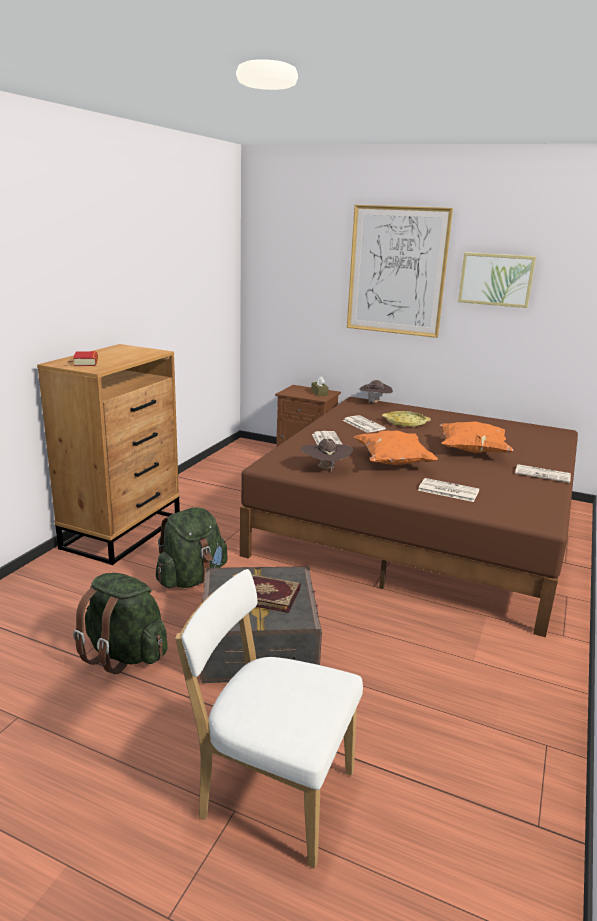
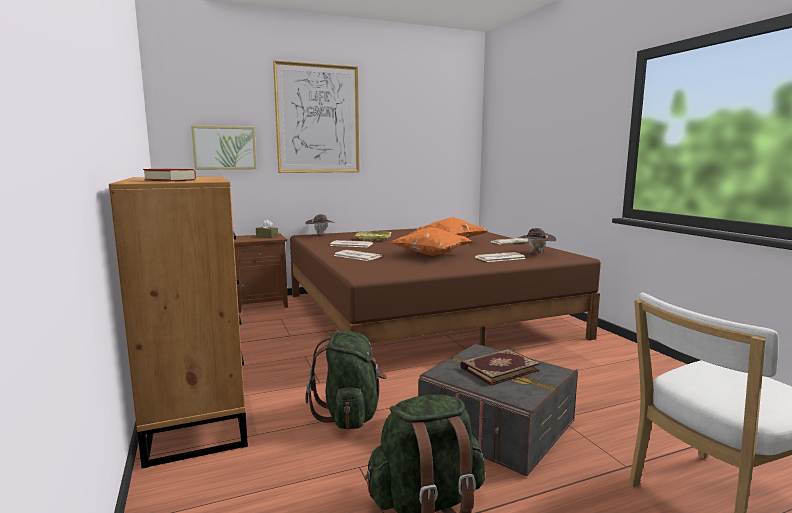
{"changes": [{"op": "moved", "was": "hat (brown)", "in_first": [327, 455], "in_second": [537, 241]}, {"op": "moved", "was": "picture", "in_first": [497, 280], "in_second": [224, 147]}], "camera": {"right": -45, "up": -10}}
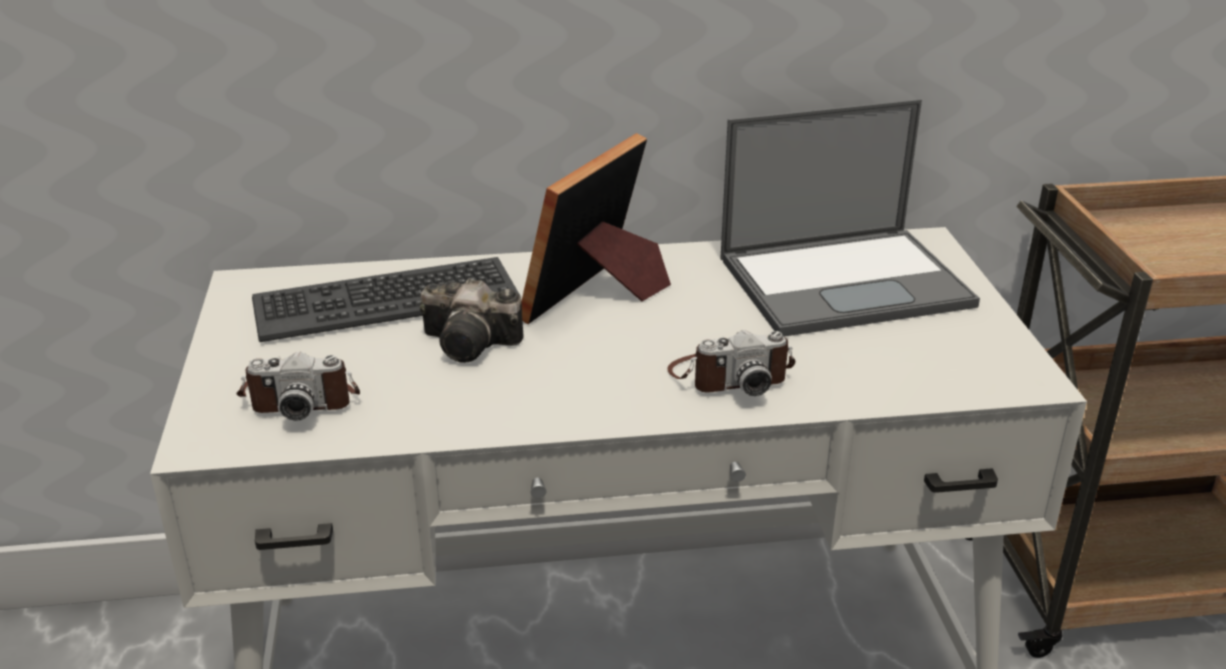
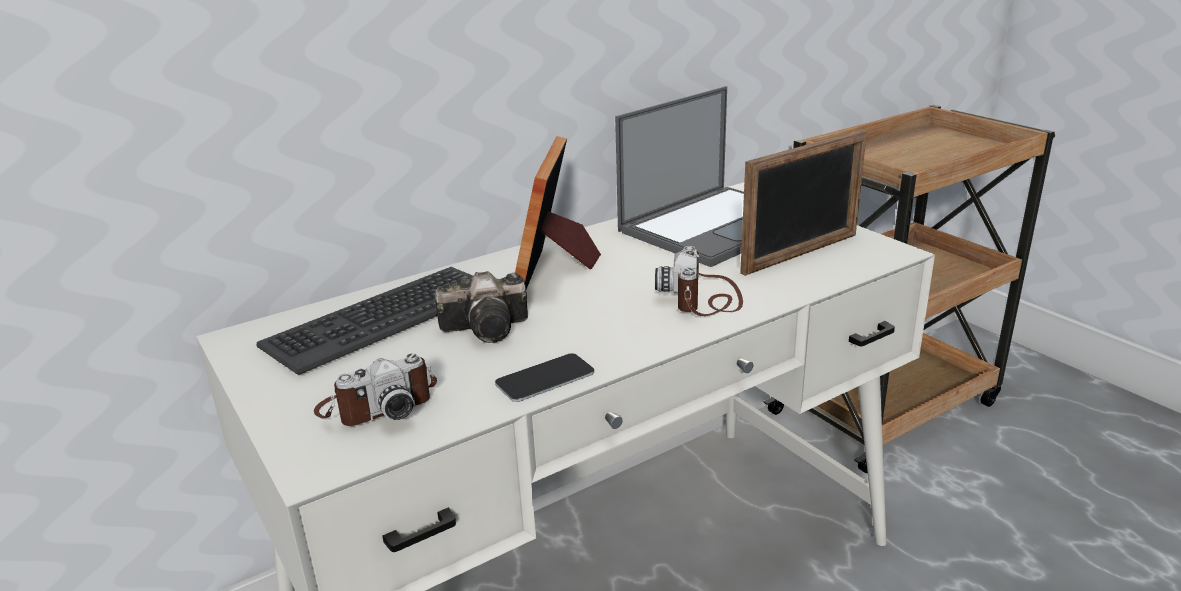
{"changes": [{"op": "added", "now": "phone", "in_second": [544, 377]}, {"op": "added", "now": "picture frame", "in_second": [803, 203]}, {"op": "turned", "was": "photo camera", "in_first": [731, 363], "in_second": [699, 281], "clockwise": 135}], "camera": {"right": -25, "up": -5}}
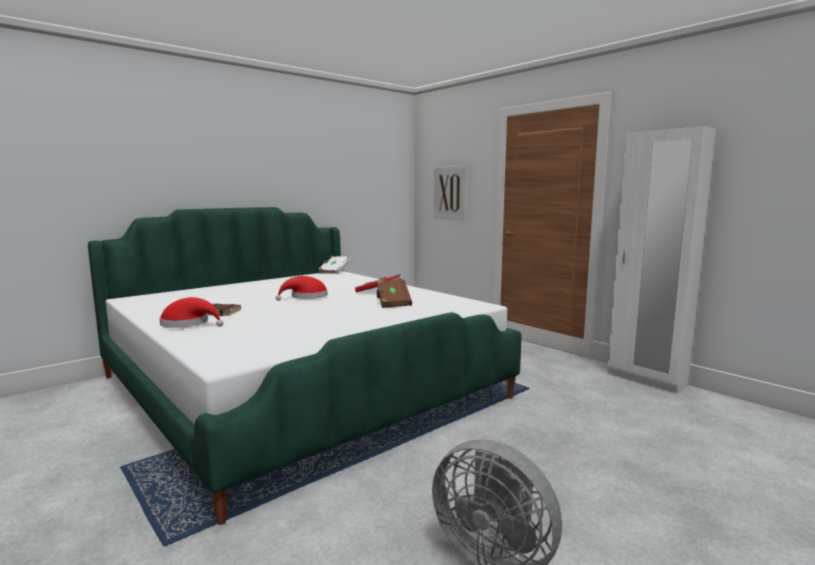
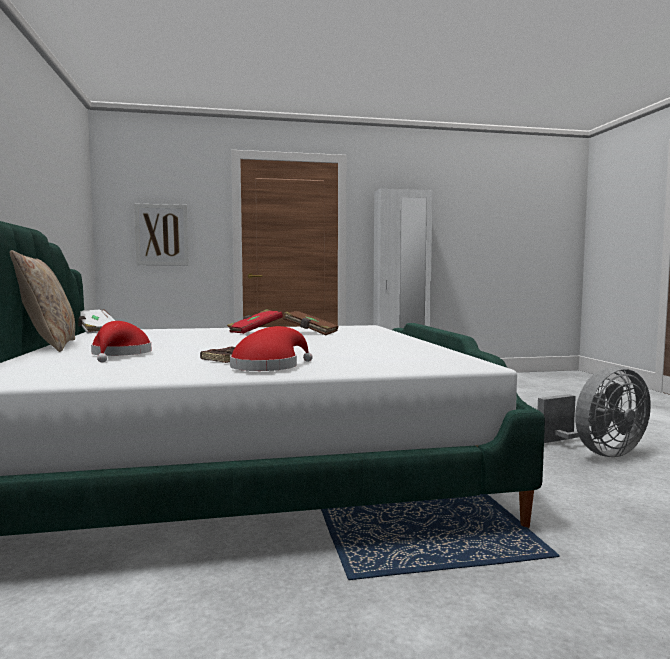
{"changes": [{"op": "added", "now": "pillow (beige)", "in_second": [42, 301]}, {"op": "moved", "was": "hat (red)", "in_first": [302, 288], "in_second": [121, 342]}], "camera": {"right": -60, "up": -5}}
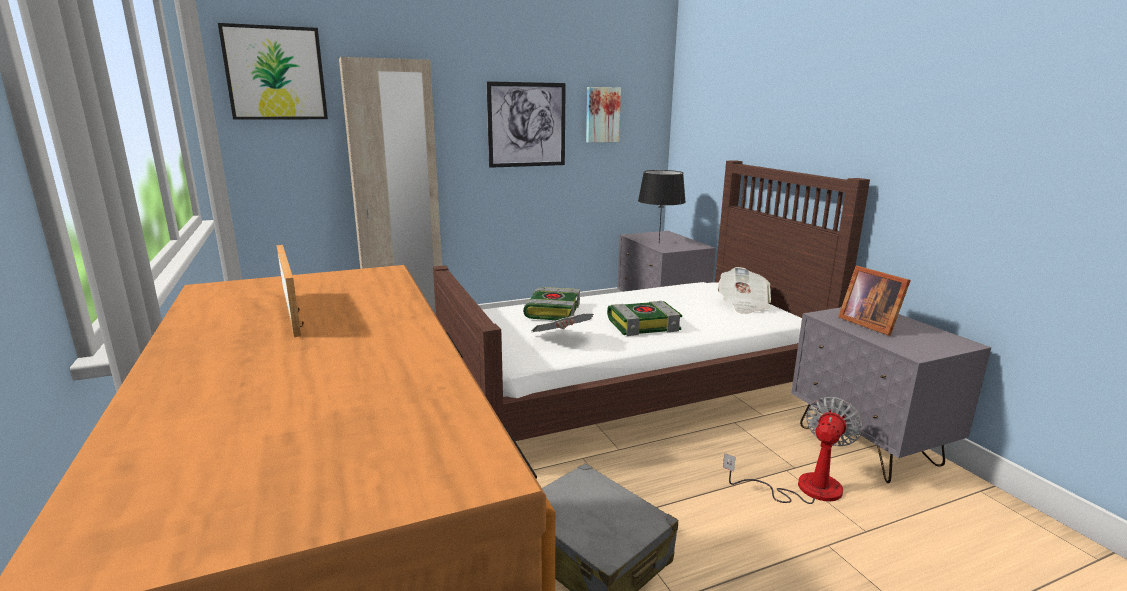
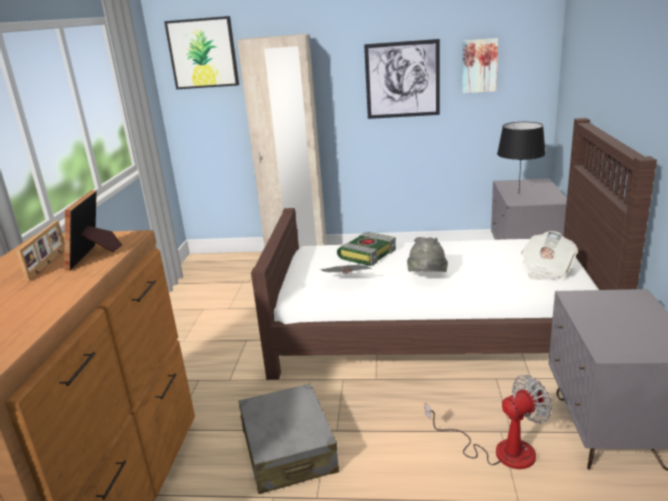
{"changes": [{"op": "moved", "was": "picture frame", "in_first": [874, 300], "in_second": [93, 230]}, {"op": "replaced", "was": "book", "now": "hat (grey)", "in_first": [644, 318], "in_second": [427, 254]}], "camera": {"right": 30, "up": 5}}
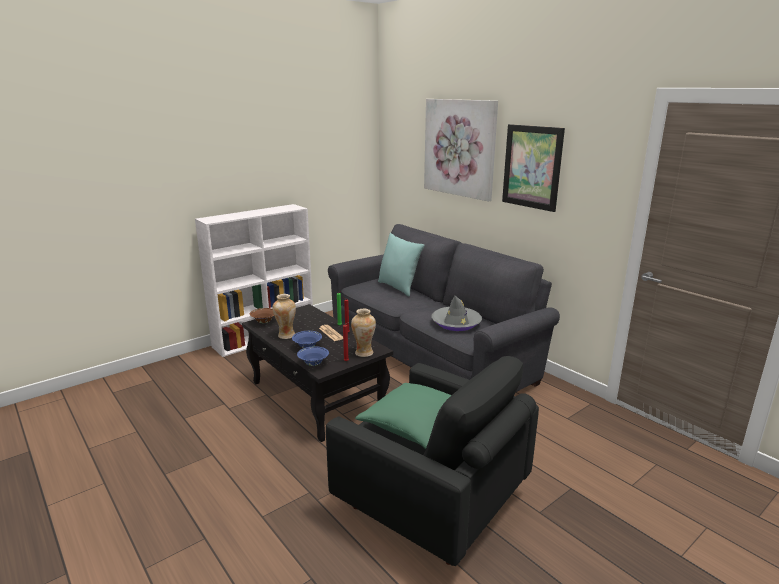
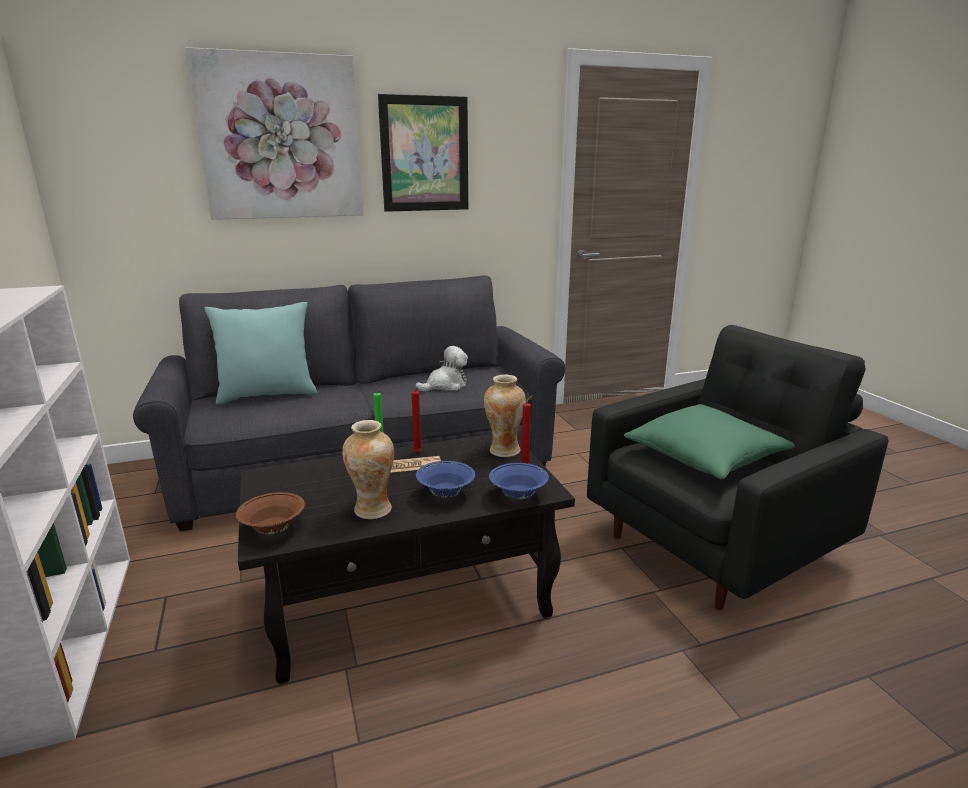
{"changes": [{"op": "replaced", "was": "hat (grey)", "now": "plush toy", "in_first": [456, 313], "in_second": [441, 368]}], "camera": {"right": -70, "up": 0}}
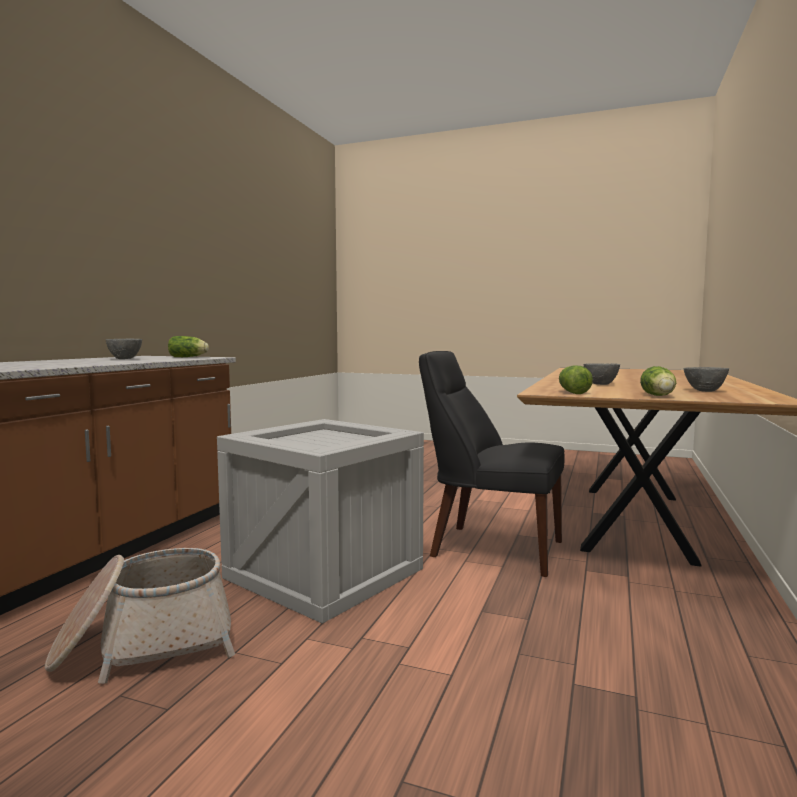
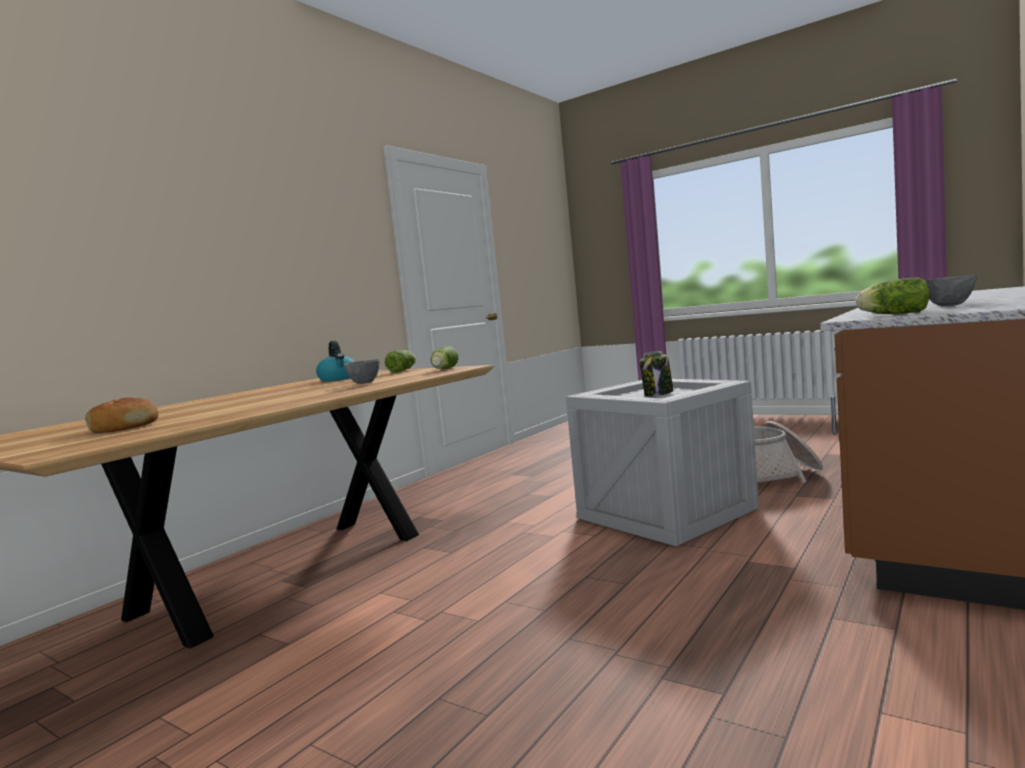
{"changes": [{"op": "removed", "was": "chair (black)", "in_first": [491, 464]}, {"op": "added", "now": "bread", "in_second": [121, 415]}, {"op": "added", "now": "jar", "in_second": [656, 374]}, {"op": "replaced", "was": "bowl (grey)", "now": "kettle", "in_first": [706, 379], "in_second": [335, 361]}], "camera": {"right": -165, "up": 0}}
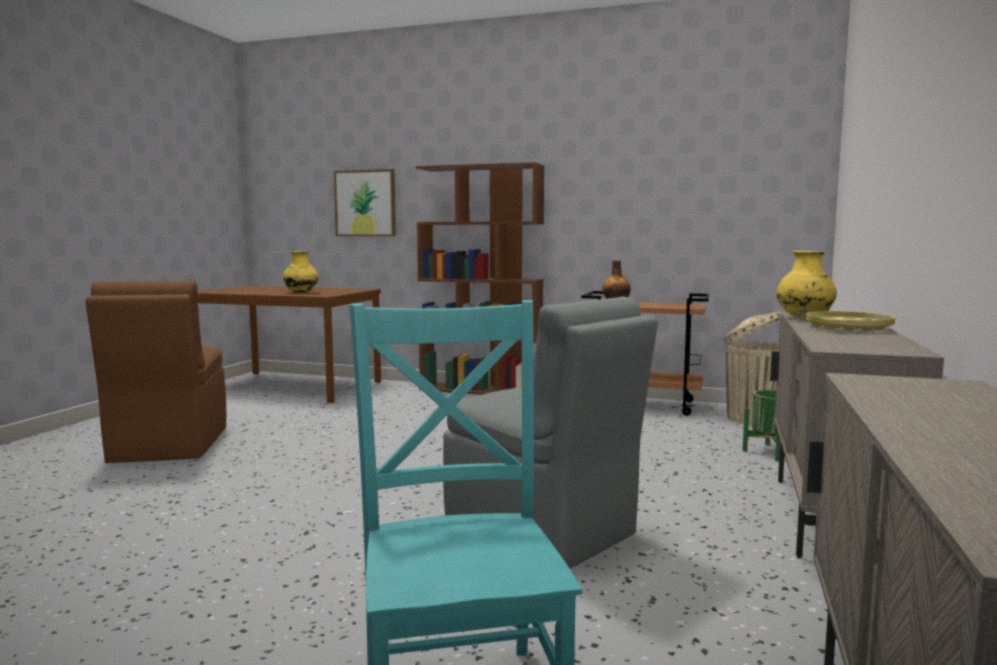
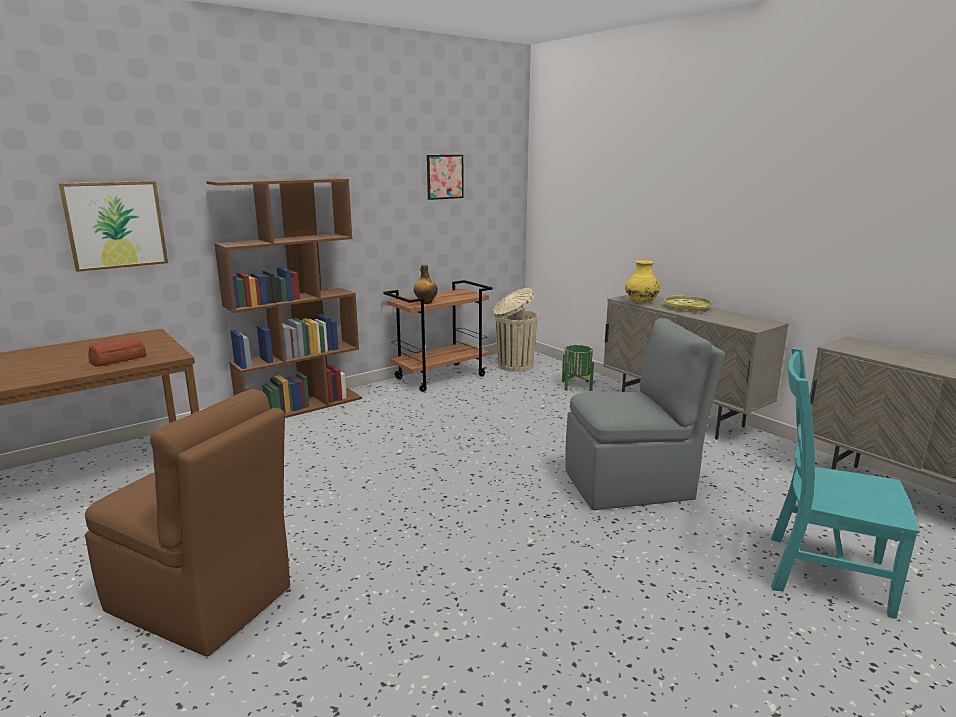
{"changes": [{"op": "added", "now": "picture", "in_second": [445, 177]}, {"op": "replaced", "was": "vase (yellow)", "now": "bread", "in_first": [300, 272], "in_second": [117, 352]}], "camera": {"right": -55, "up": 10}}
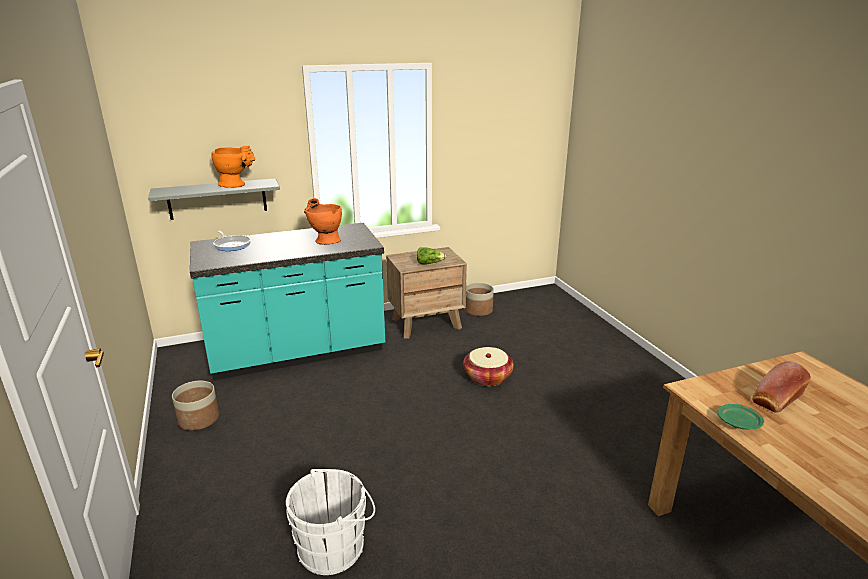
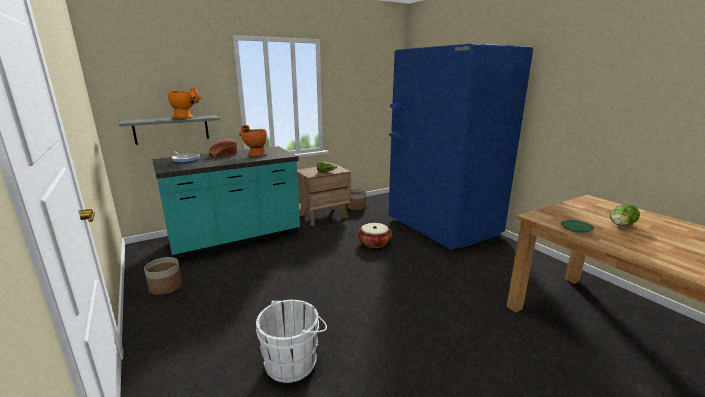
{"changes": [{"op": "added", "now": "fridge (blue)", "in_second": [460, 147]}, {"op": "added", "now": "lettuce", "in_second": [625, 215]}, {"op": "moved", "was": "bread", "in_first": [781, 387], "in_second": [223, 148]}], "camera": {"right": -10, "up": -5}}
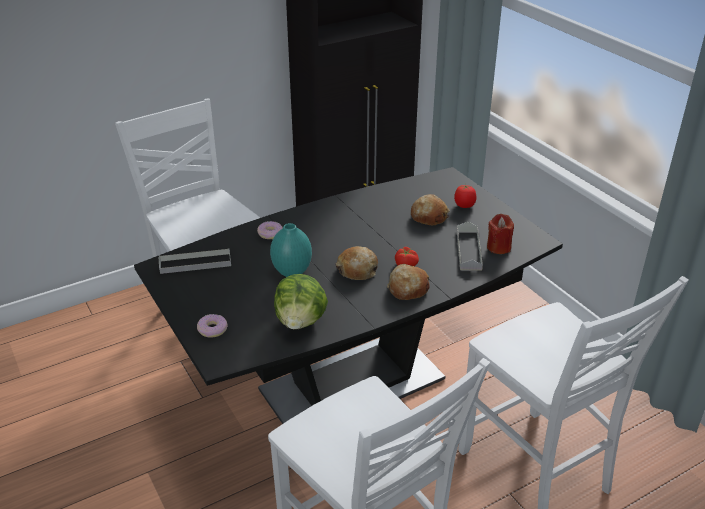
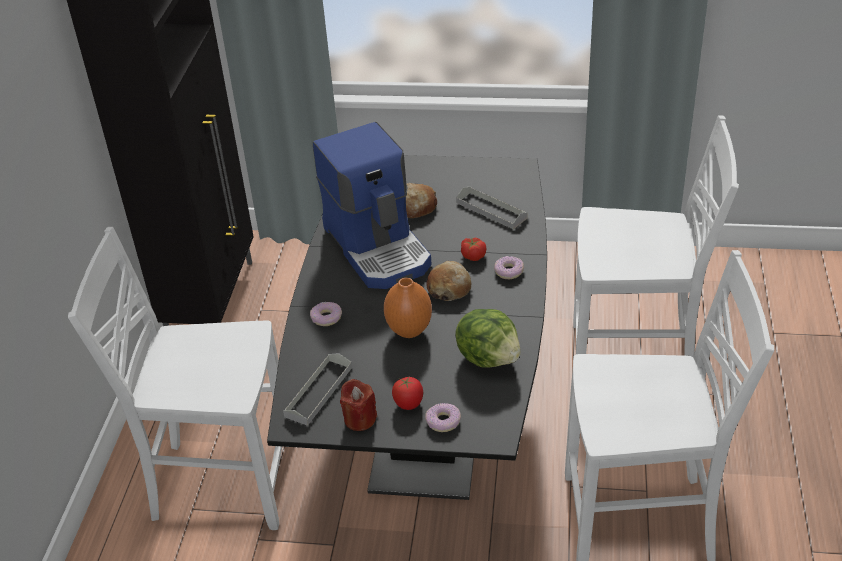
{"changes": [{"op": "added", "now": "coffee machine", "in_second": [372, 205]}, {"op": "moved", "was": "tomato", "in_first": [465, 196], "in_second": [407, 393]}, {"op": "moved", "was": "candle (red)", "in_first": [500, 234], "in_second": [358, 405]}, {"op": "replaced", "was": "bread", "now": "donut", "in_first": [408, 282], "in_second": [509, 267]}, {"op": "recoloured", "was": "vase (turquoise)", "now": "vase (orange)", "in_first": [291, 250], "in_second": [408, 308]}], "camera": {"right": -50, "up": 5}}
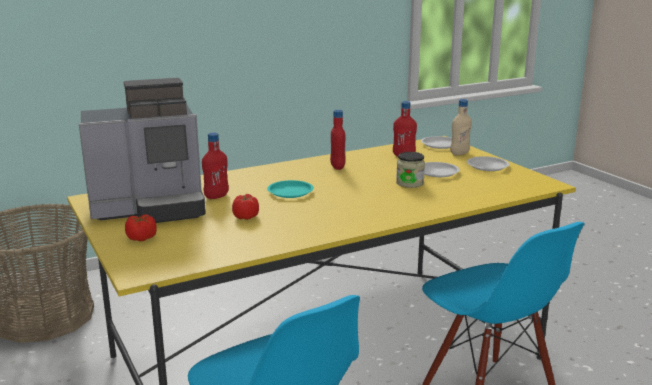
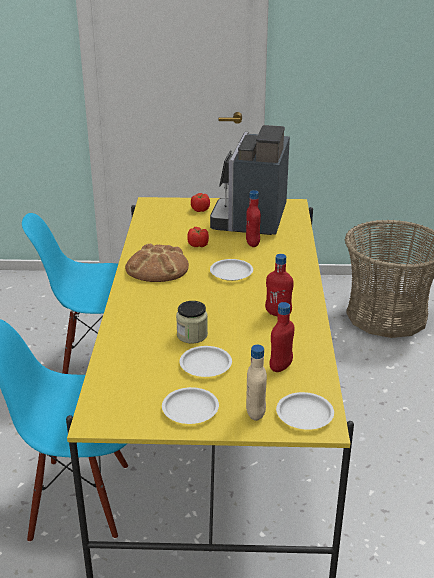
{"changes": [{"op": "added", "now": "bread", "in_second": [157, 262]}, {"op": "recoloured", "was": "plate (turquoise)", "now": "plate (white)", "in_first": [290, 189], "in_second": [231, 270]}], "camera": {"right": 120, "up": 10}}
